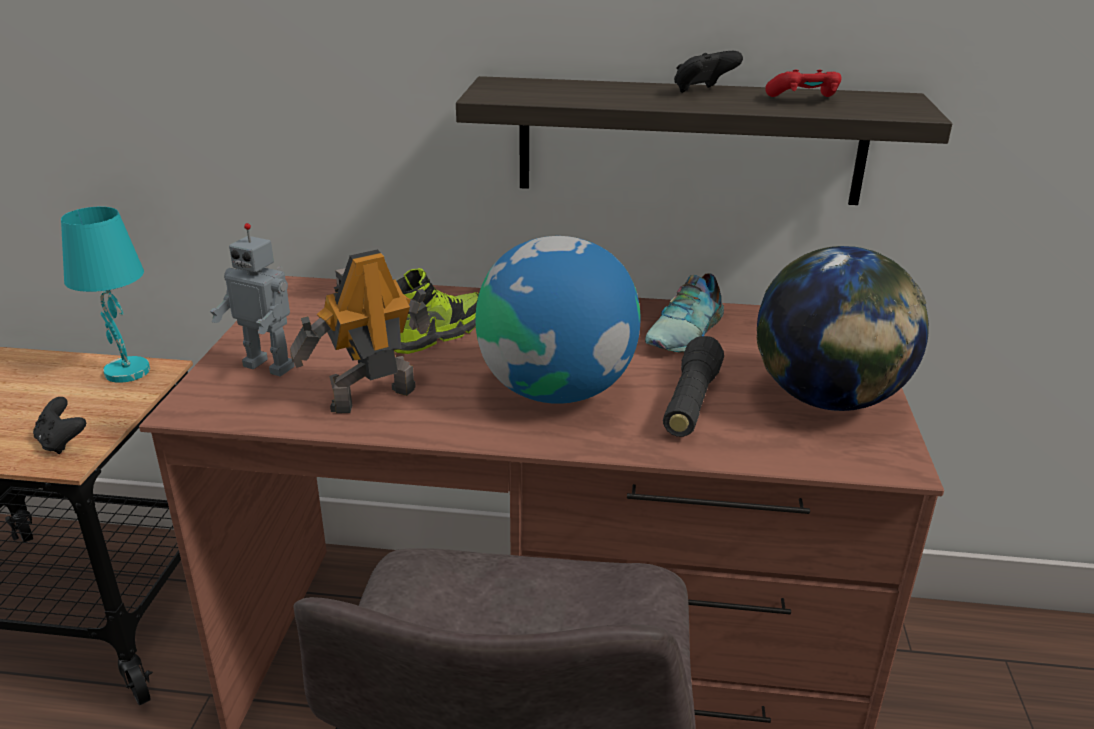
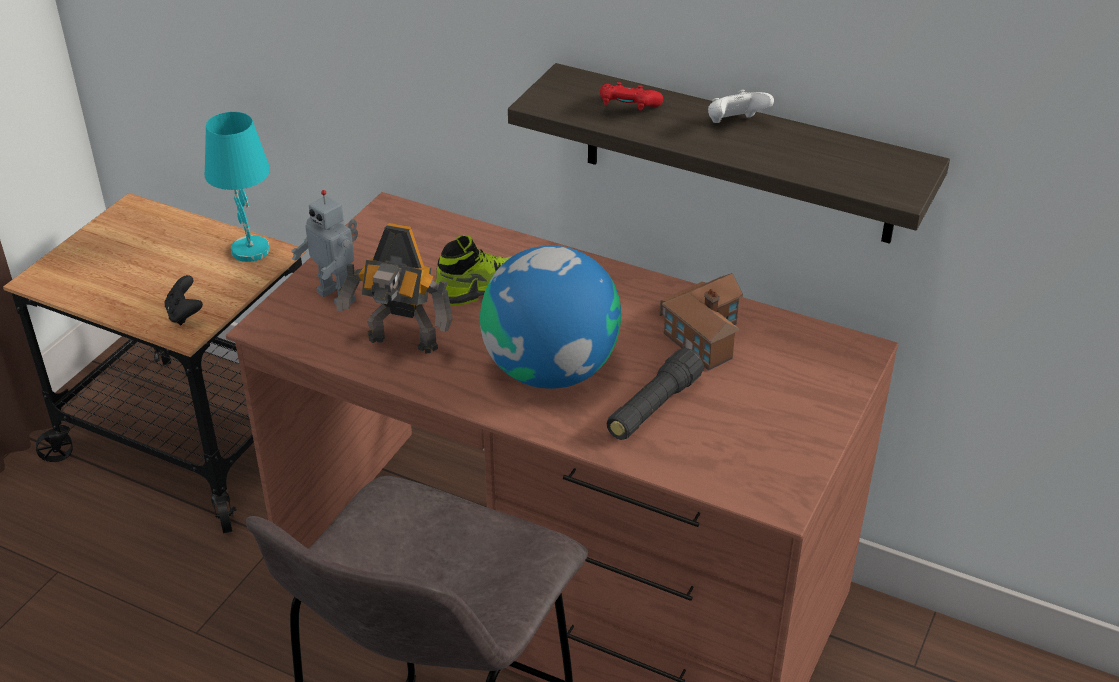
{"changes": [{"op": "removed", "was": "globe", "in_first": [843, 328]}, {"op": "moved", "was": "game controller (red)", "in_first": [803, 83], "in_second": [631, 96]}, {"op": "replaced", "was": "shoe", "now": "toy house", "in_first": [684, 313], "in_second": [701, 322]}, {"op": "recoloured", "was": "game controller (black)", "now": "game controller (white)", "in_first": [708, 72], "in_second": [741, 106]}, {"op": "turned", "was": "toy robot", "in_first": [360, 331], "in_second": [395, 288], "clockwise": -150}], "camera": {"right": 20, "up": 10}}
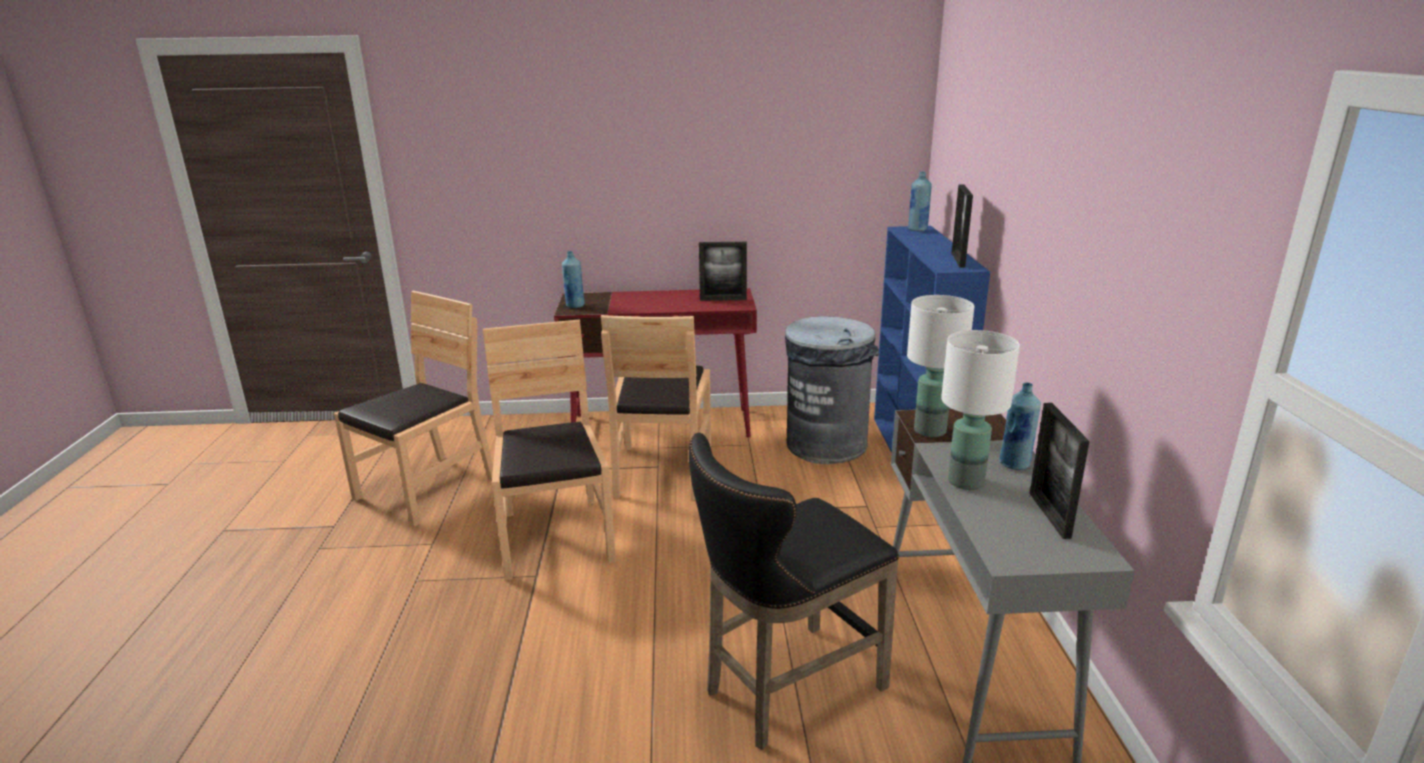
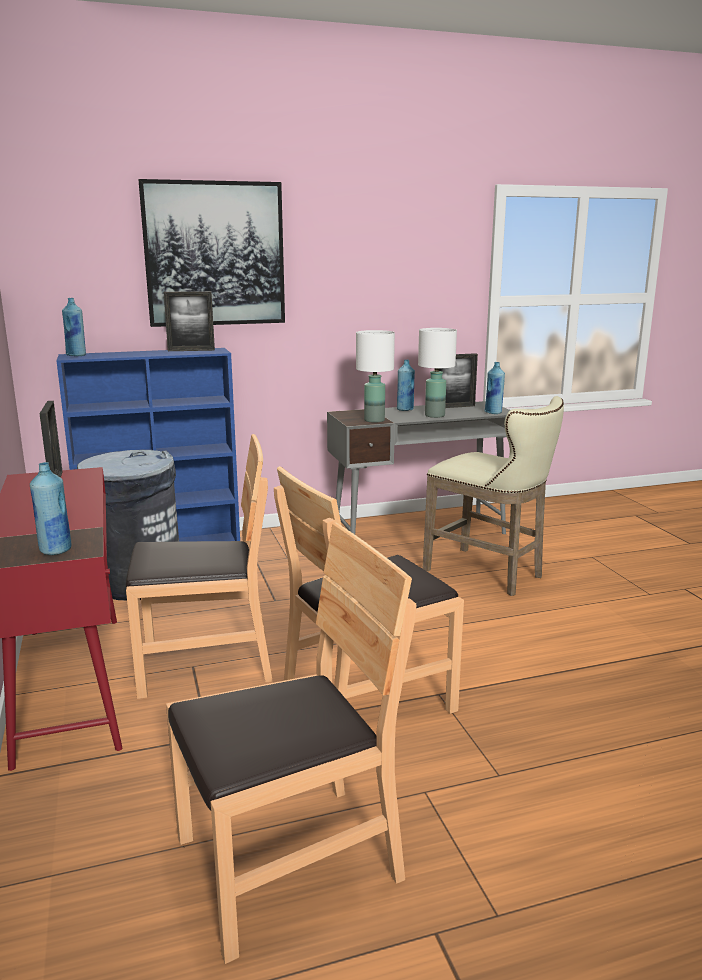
{"changes": [{"op": "added", "now": "picture", "in_second": [211, 253]}, {"op": "added", "now": "bottle (blue)", "in_second": [494, 388]}, {"op": "recoloured", "was": "stool (black)", "now": "stool (beige)", "in_first": [794, 591], "in_second": [493, 496]}, {"op": "turned", "was": "chair (brown)", "in_first": [413, 409], "in_second": [291, 743], "clockwise": 135}], "camera": {"right": -105, "up": -5}}
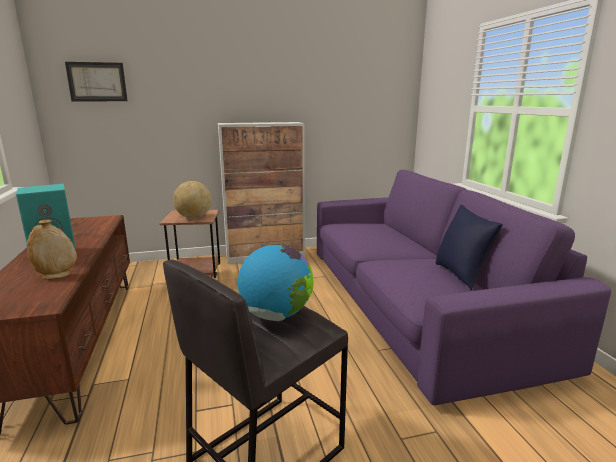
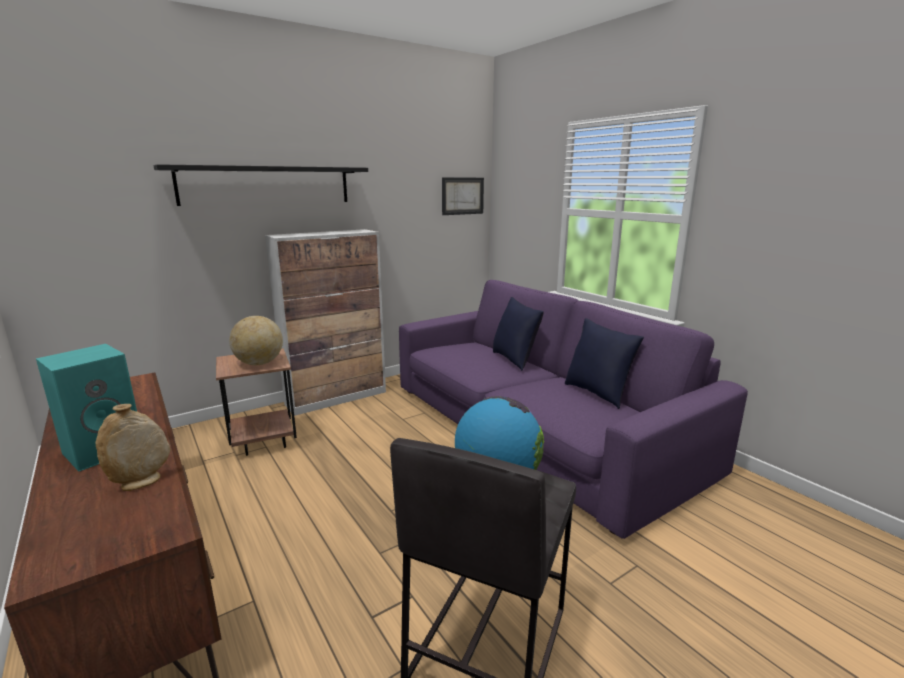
{"changes": [{"op": "added", "now": "shelf (black)", "in_second": [261, 185]}, {"op": "added", "now": "pillow (blue)", "in_second": [518, 334]}, {"op": "moved", "was": "picture", "in_first": [96, 81], "in_second": [463, 196]}], "camera": {"right": -20, "up": 0}}
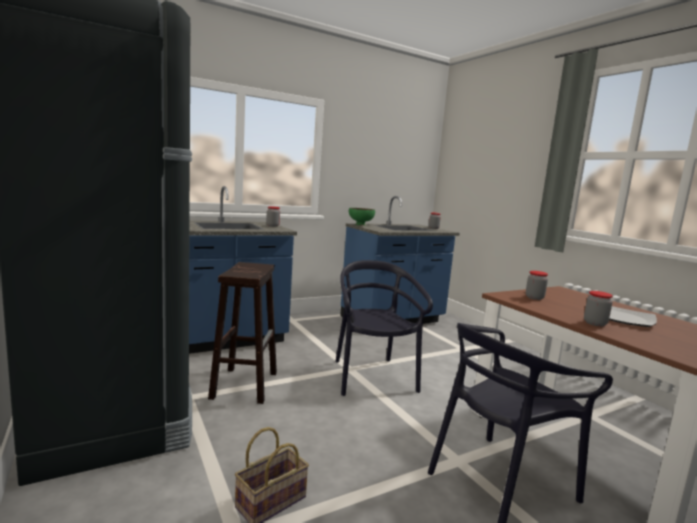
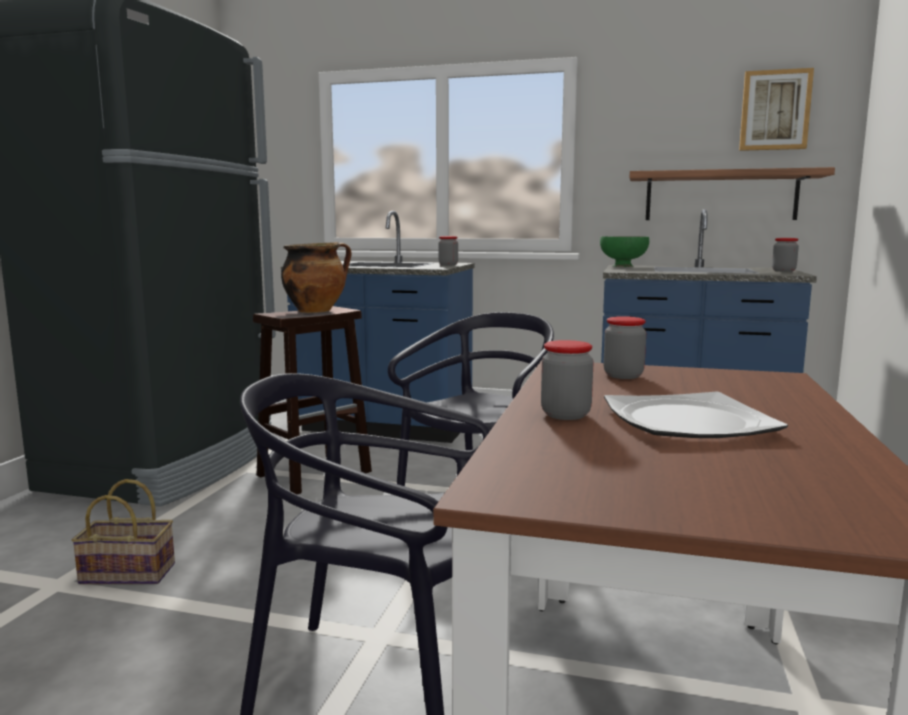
{"changes": [{"op": "added", "now": "cooking pot", "in_second": [316, 277]}, {"op": "added", "now": "shelf", "in_second": [732, 193]}, {"op": "added", "now": "picture", "in_second": [776, 109]}], "camera": {"right": 45, "up": 0}}
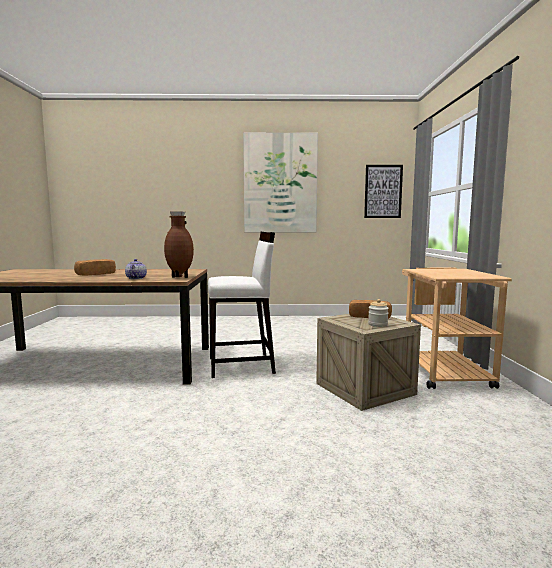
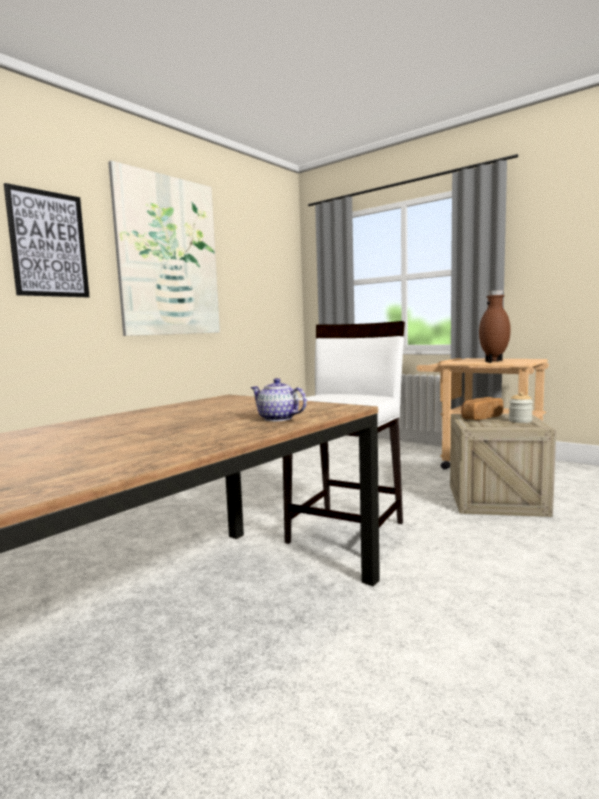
{"changes": [{"op": "removed", "was": "bread", "in_first": [95, 267]}, {"op": "moved", "was": "vase (brown)", "in_first": [179, 244], "in_second": [495, 326]}, {"op": "moved", "was": "picture", "in_first": [383, 191], "in_second": [46, 240]}], "camera": {"right": -50, "up": 0}}
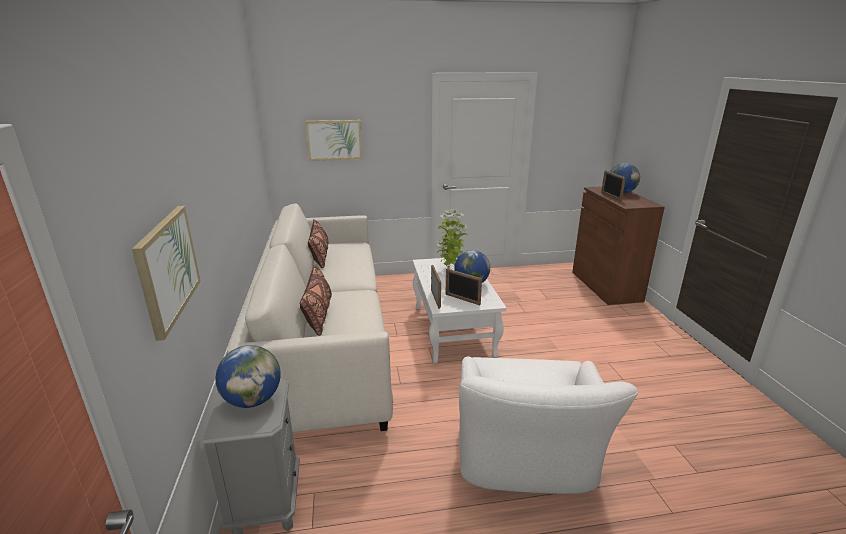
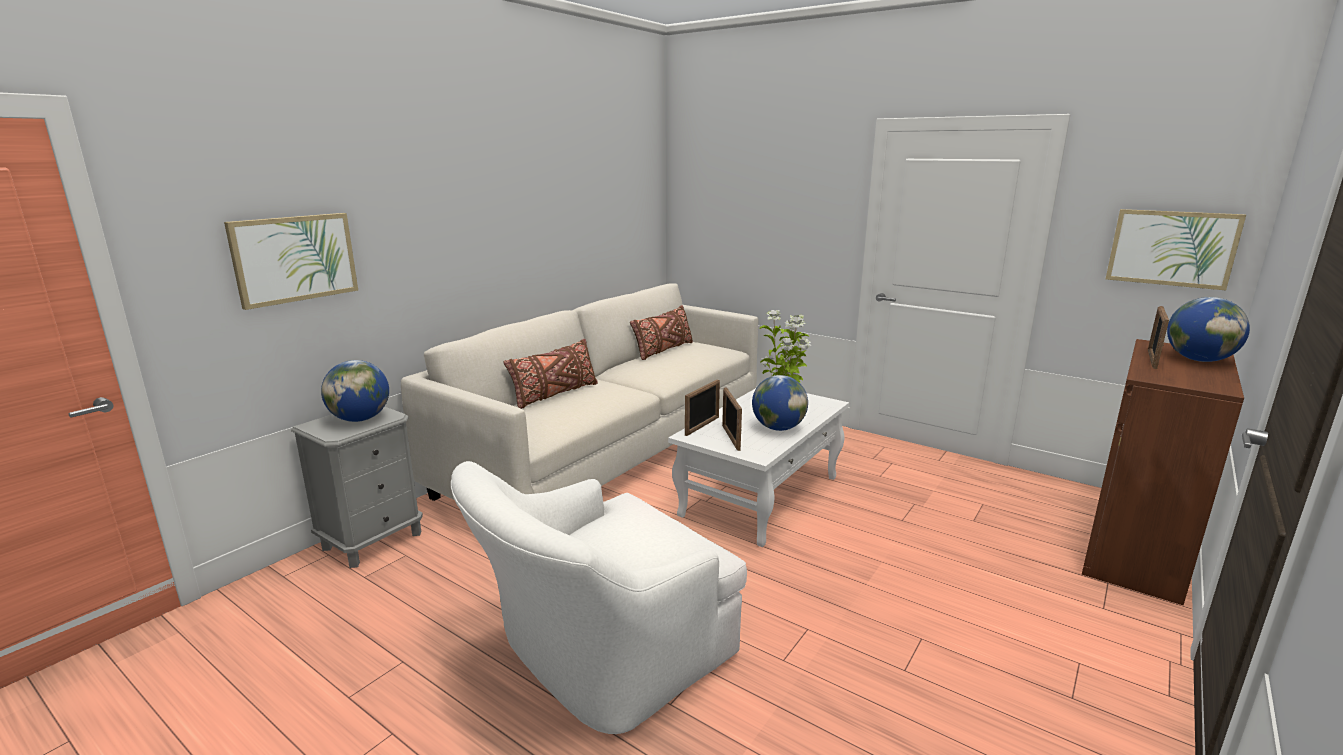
{"changes": [{"op": "moved", "was": "picture", "in_first": [333, 140], "in_second": [1176, 249]}], "camera": {"right": 45, "up": -5}}
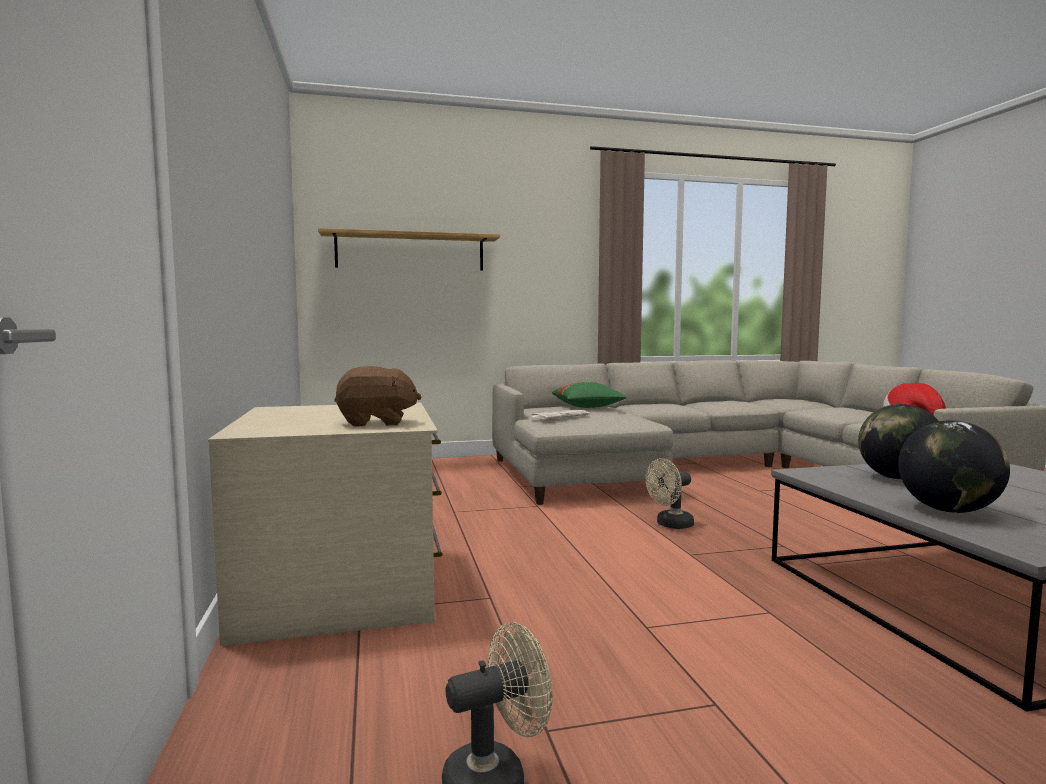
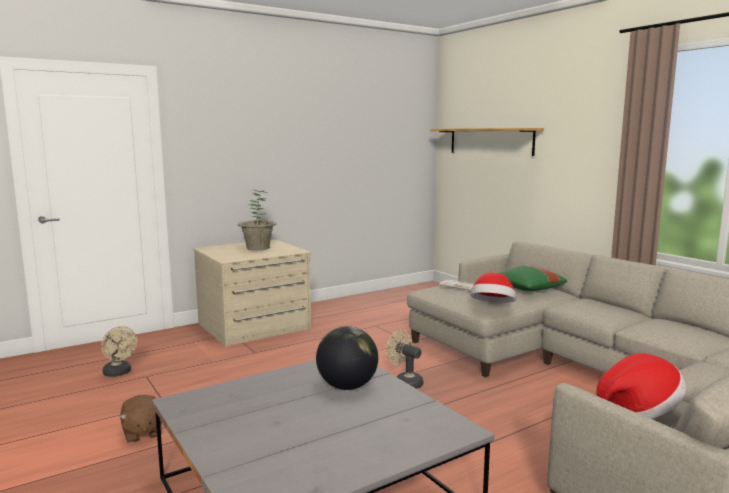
{"changes": [{"op": "removed", "was": "globe", "in_first": [954, 466]}, {"op": "added", "now": "potted plant", "in_second": [257, 219]}, {"op": "added", "now": "hat", "in_second": [493, 288]}, {"op": "moved", "was": "plush toy (brown)", "in_first": [377, 396], "in_second": [140, 419]}], "camera": {"right": 70, "up": 5}}
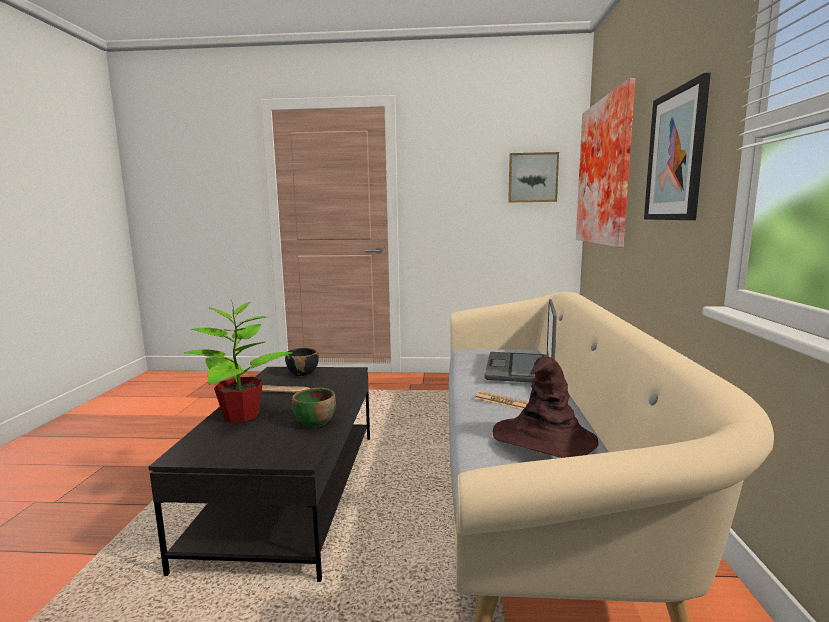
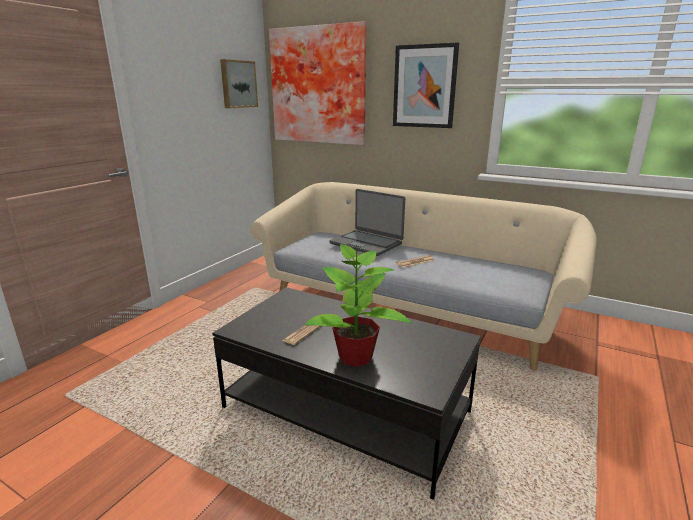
{"changes": [{"op": "removed", "was": "bowl (black)", "in_first": [302, 362]}, {"op": "removed", "was": "bowl (green)", "in_first": [314, 407]}, {"op": "removed", "was": "hat (brown)", "in_first": [545, 407]}], "camera": {"right": -65, "up": 10}}
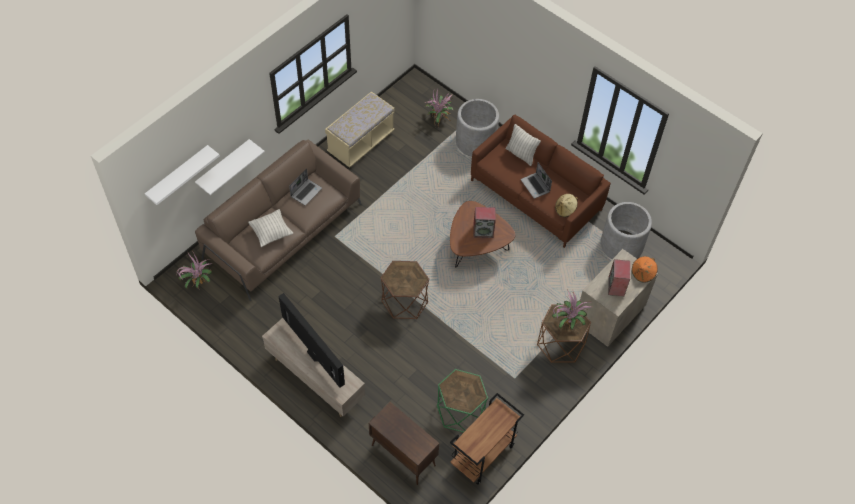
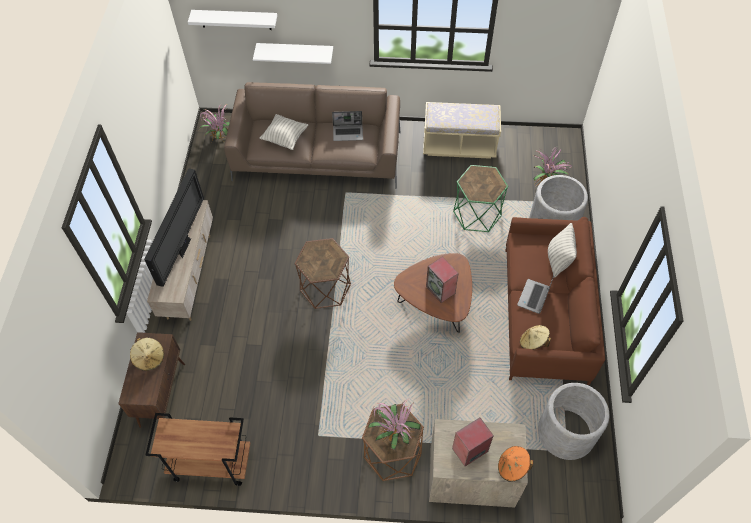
{"changes": [{"op": "added", "now": "hat (beige)", "in_second": [147, 354]}, {"op": "moved", "was": "side table (green)", "in_first": [462, 401], "in_second": [480, 198]}], "camera": {"right": 55, "up": 0}}
